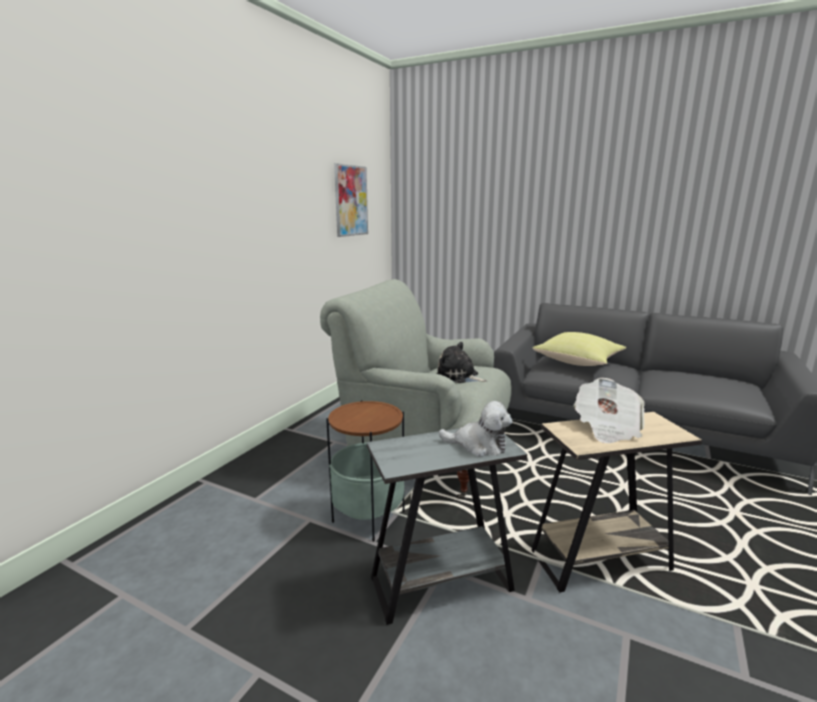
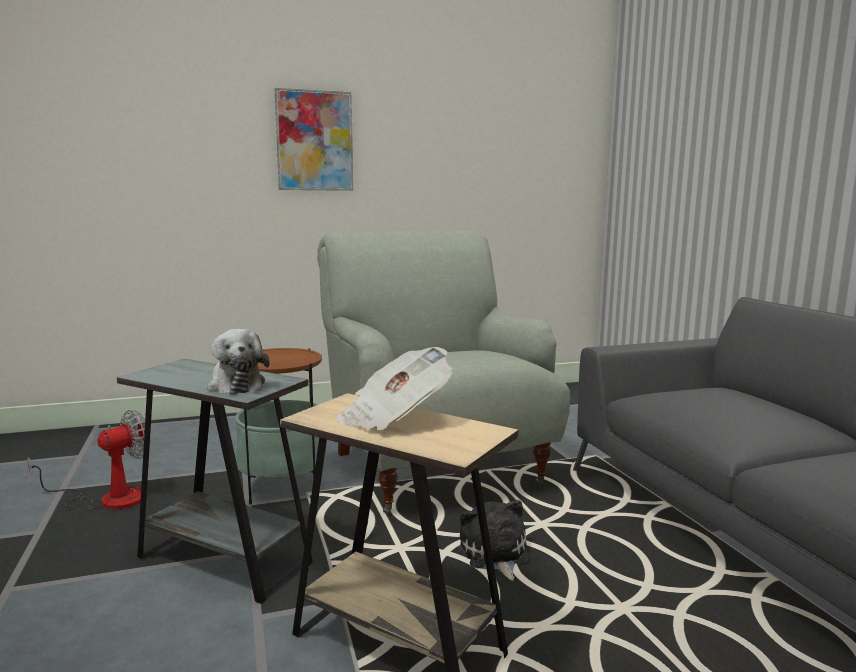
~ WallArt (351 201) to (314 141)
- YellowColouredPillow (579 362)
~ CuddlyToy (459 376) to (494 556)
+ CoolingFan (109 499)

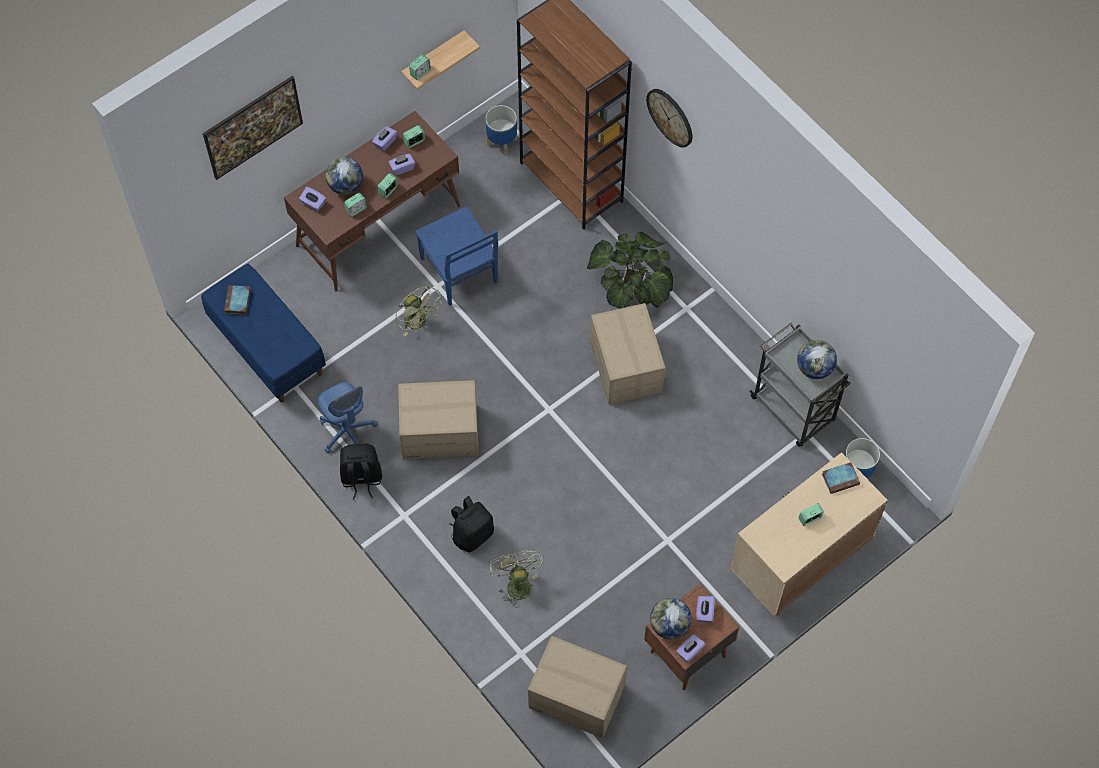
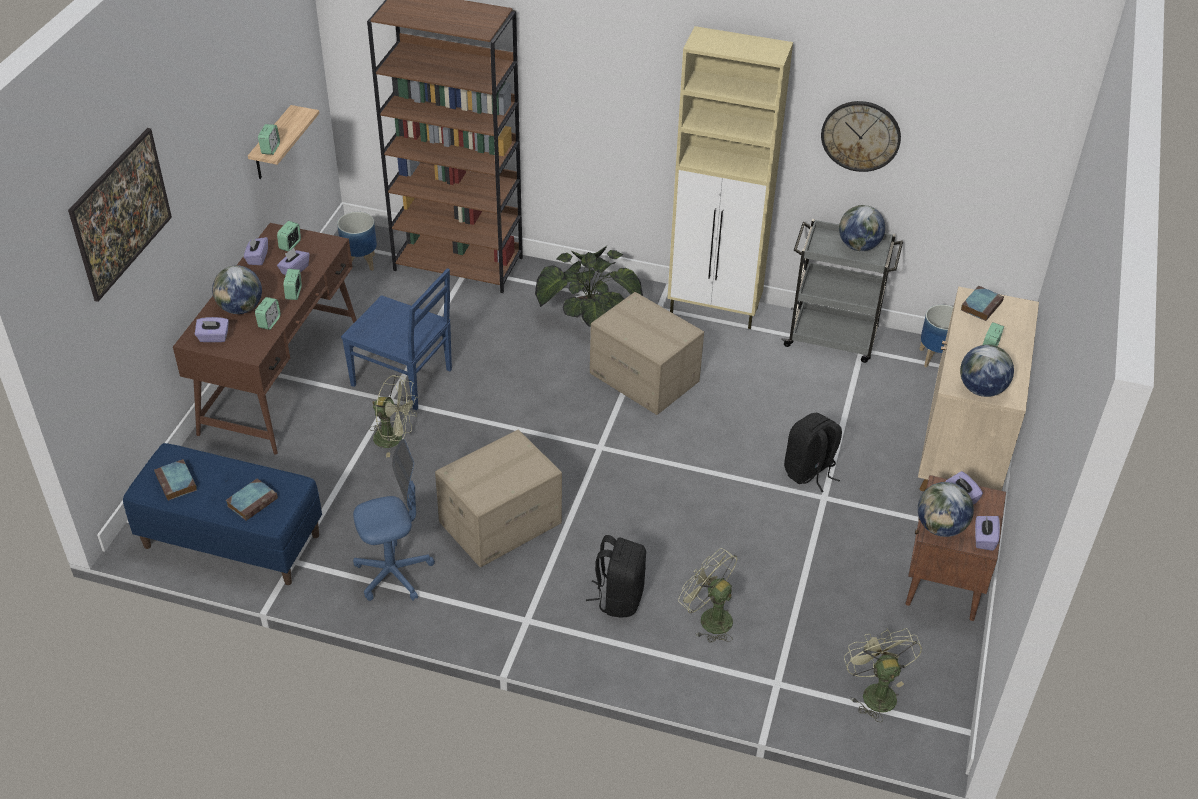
~ ClockOnTheWall (670 117) to (861 135)
~ BluishComputerChair (347 432) = (393 574) 45 degrees counterclockwise
~ BlackColouredKnapsack (361 478) to (809 472)
~ CardboardBox (576 697) to GreenColouredCoolingFan (875 692)
+ SandColouredCupboard (715 310)
+ Globe (981 389)
+ Volume (253 501)

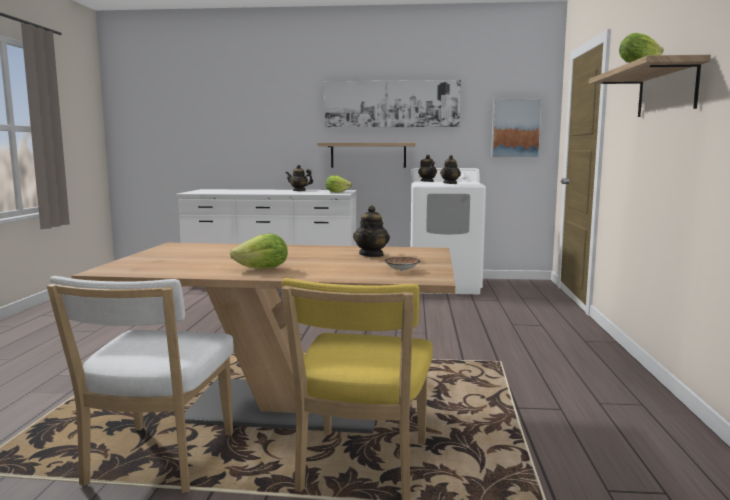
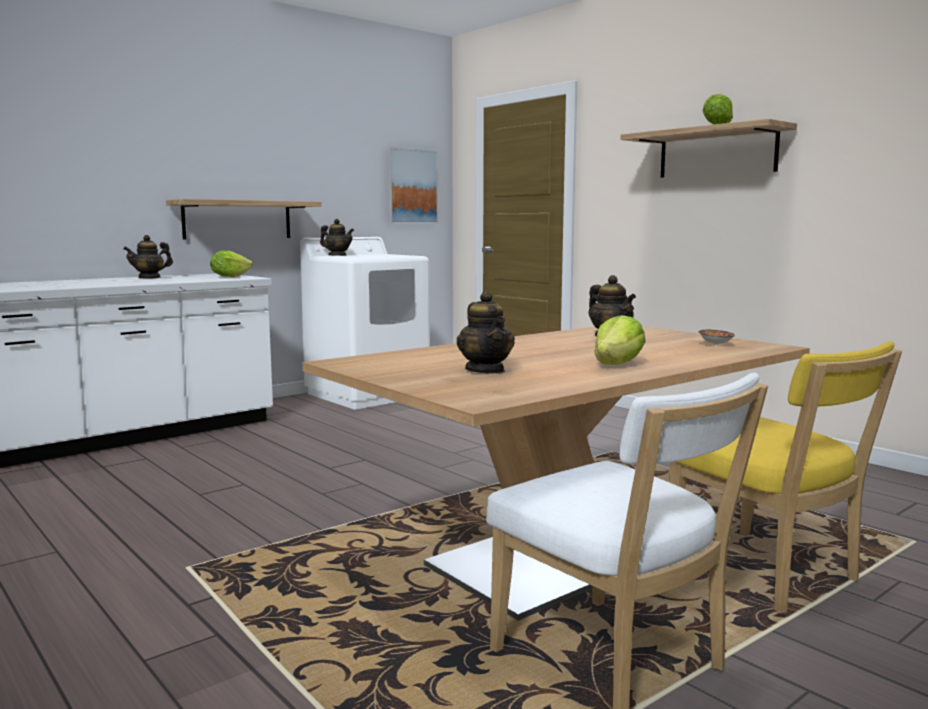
- WallArt (392 104)
~ Teapot (450 183) to (485 370)

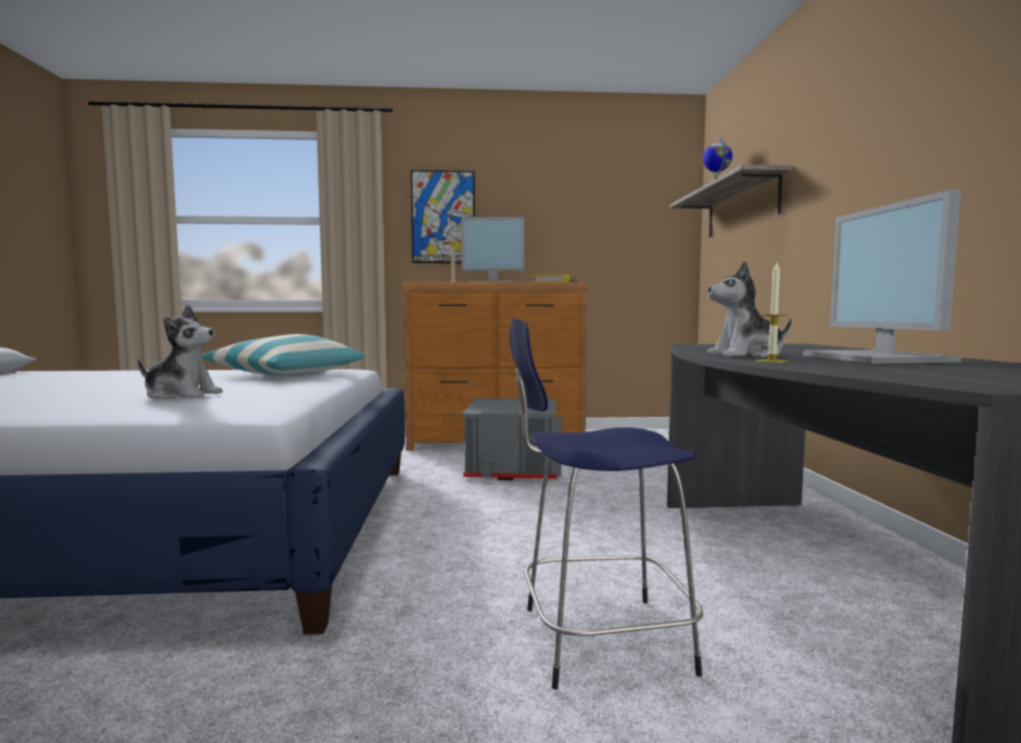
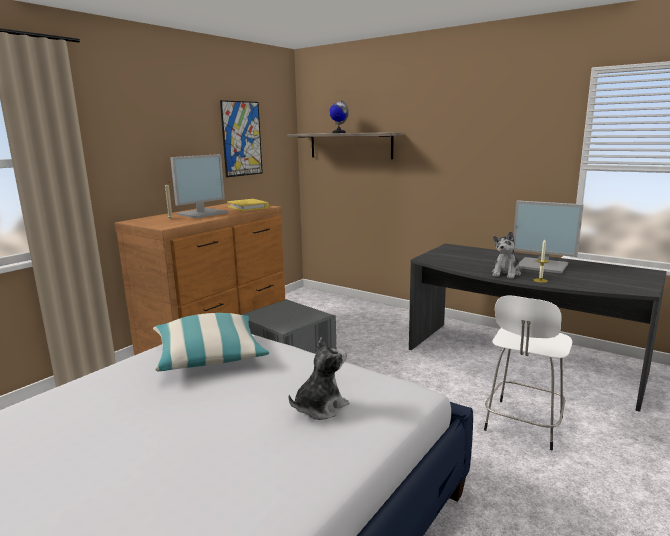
~ WallArt (443 217) to (242 139)
~ BluishSittingStool (598 639) to WhitishSittingStool (523 425)

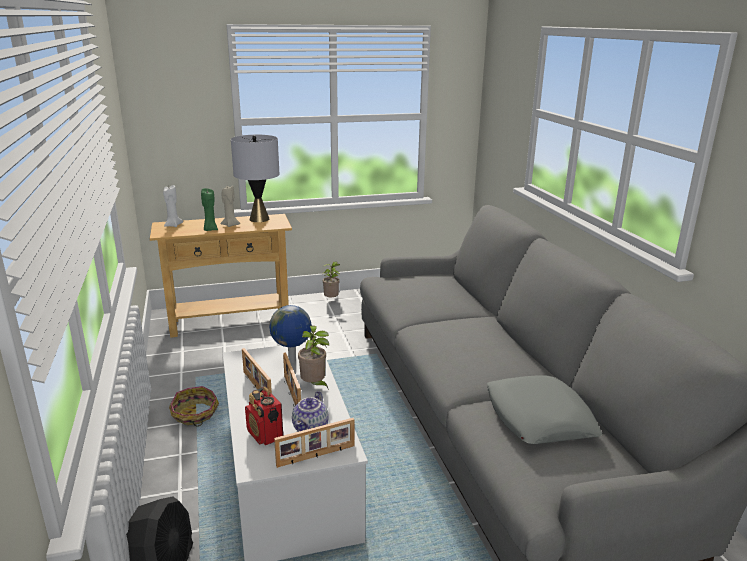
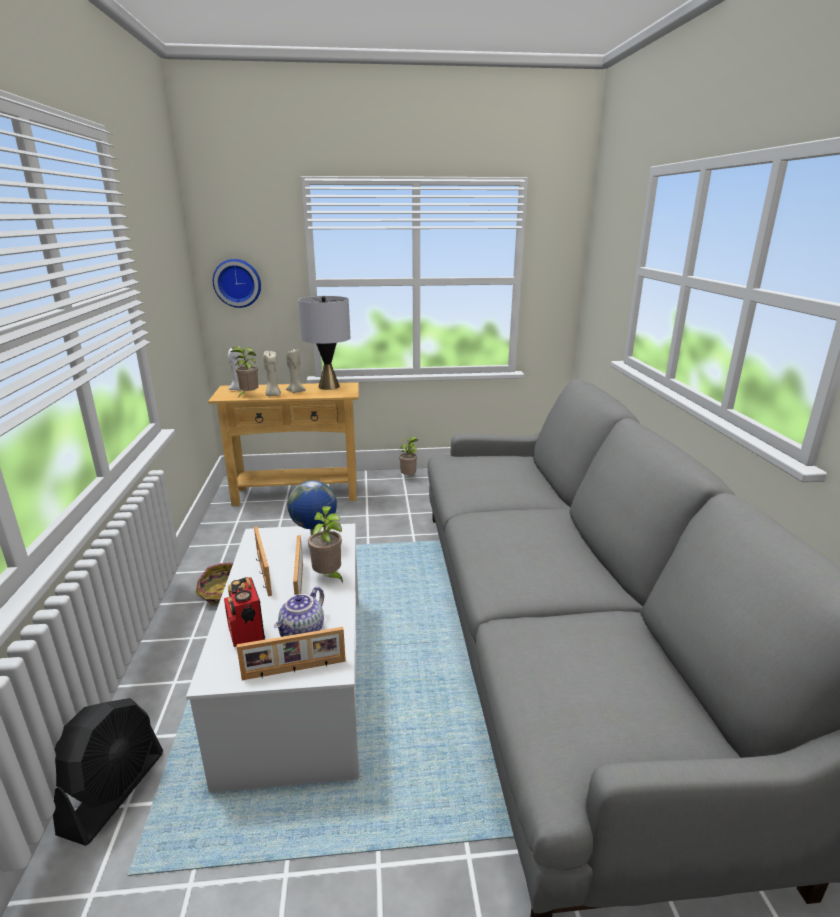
~ GreenColouredCandle (210 229) to SandColouredCandle (273 395)
- GrayPillow (539 418)
+ ClockOnTheWall (237 283)
+ PlantInAPot (248 395)

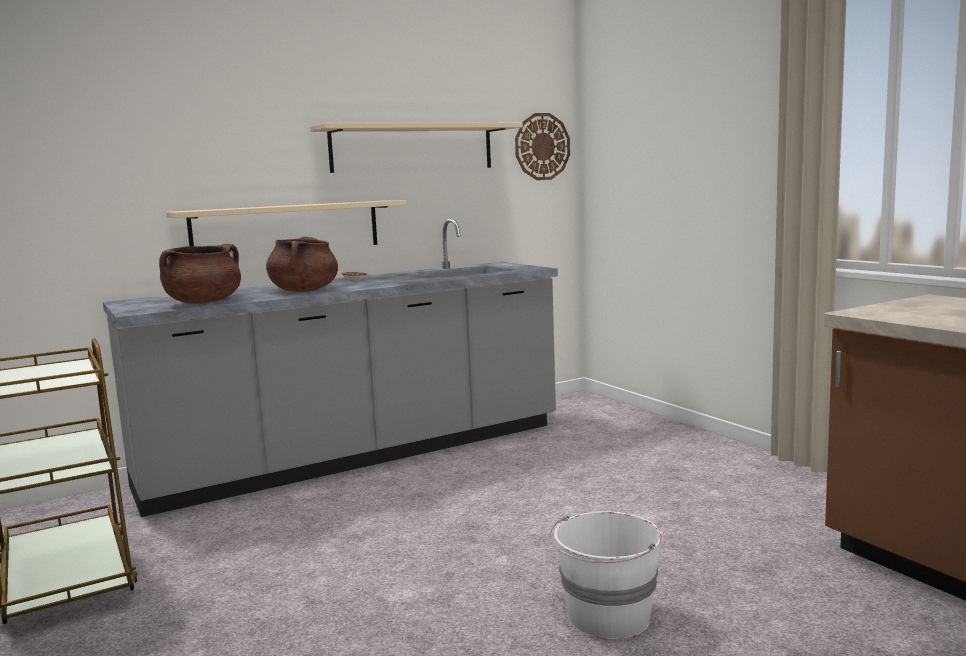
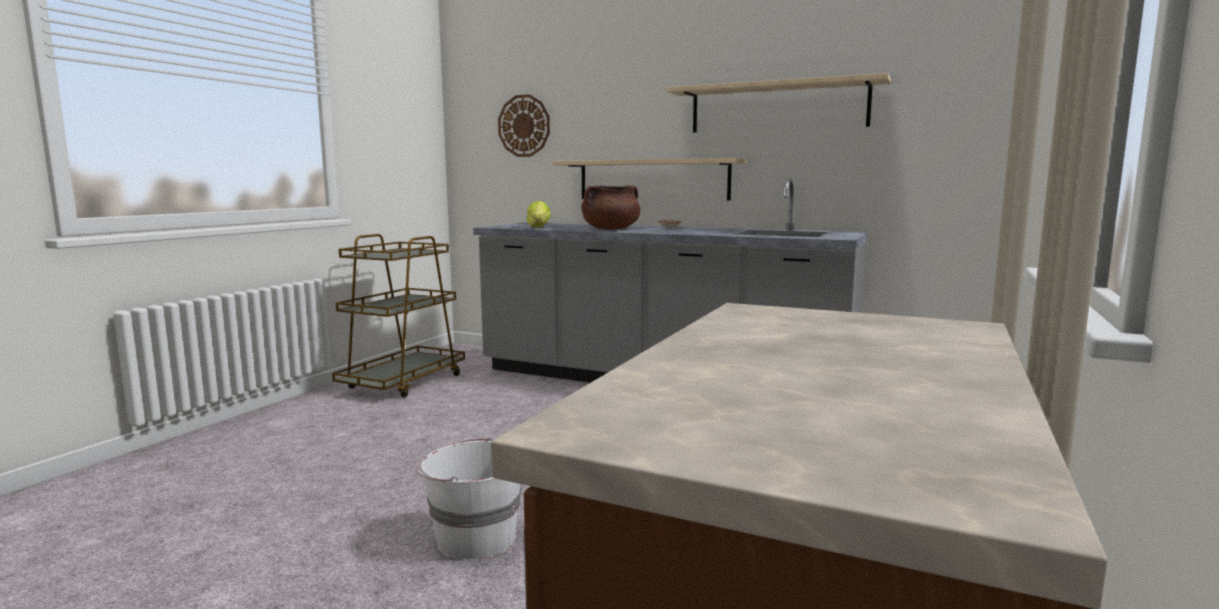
~ ClockOnTheWall (542 146) to (524 126)
~ BrownColouredStockpot (204 302) to LettuceHead (538 227)

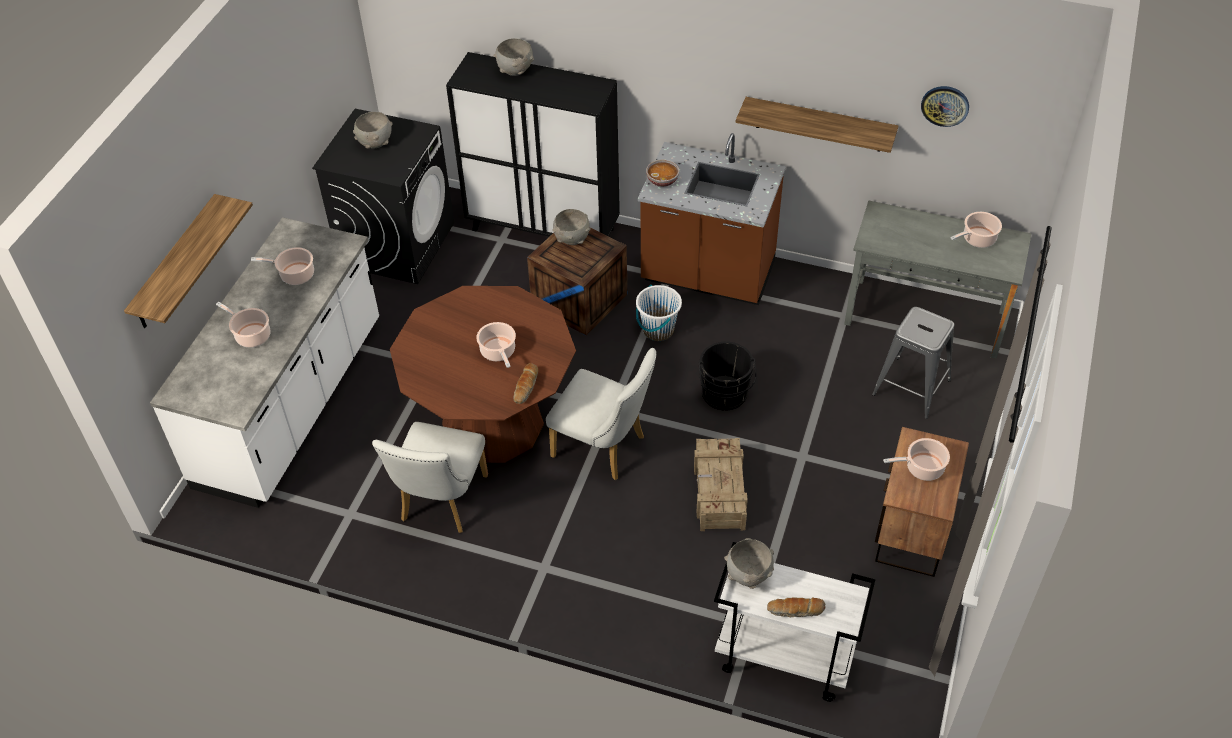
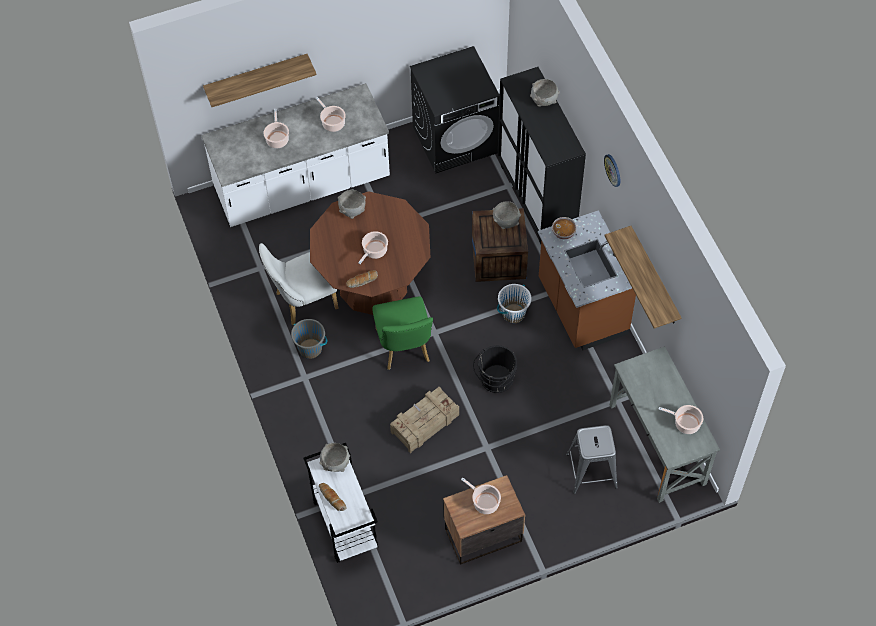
~ ClockOnTheWall (945 105) to (613 170)
~ GrayDeepDish (375 143) to (352 211)
~ WhitishUprightChair (604 448) to GreenColouredUprightChair (404 349)
+ GrayPail (310 348)

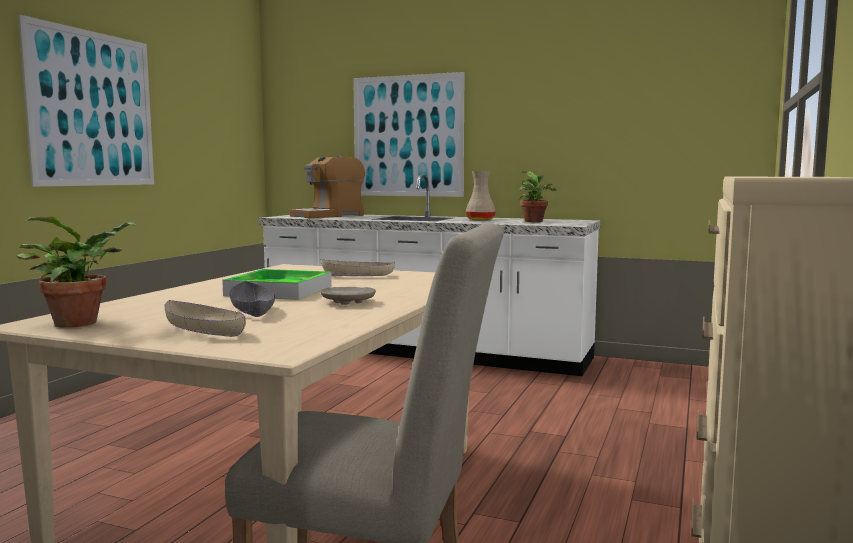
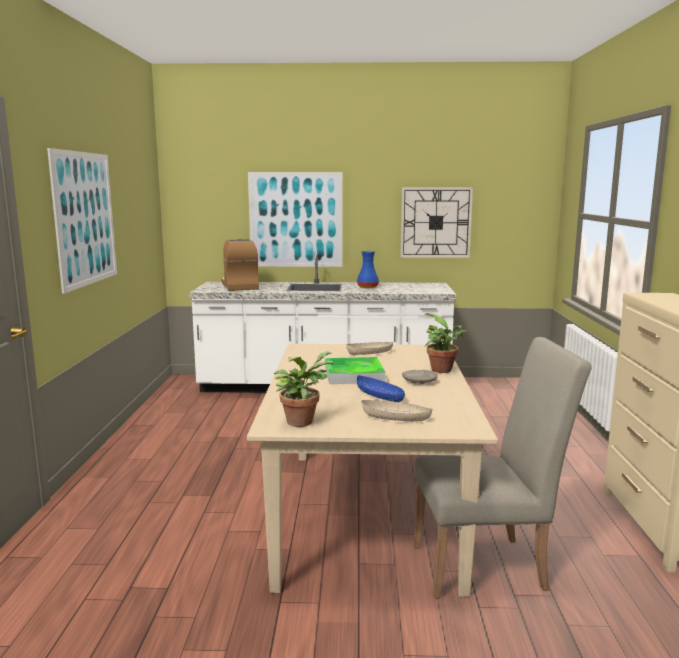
~ CoffeeBrewer (329 216) = (239 286) 135 degrees clockwise
~ SandColouredDecorativeVase (480 220) to BluishDecorativeVase (367 287)
~ PlantInAPot (535 221) to (444 370)
~ GrayDeepDish (252 310) to BluishDeepDish (380 396)
+ ClockOnTheWall (435 222)

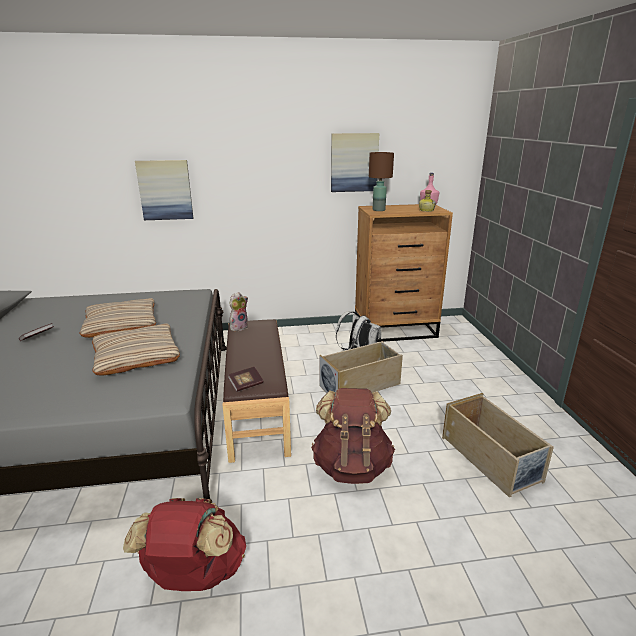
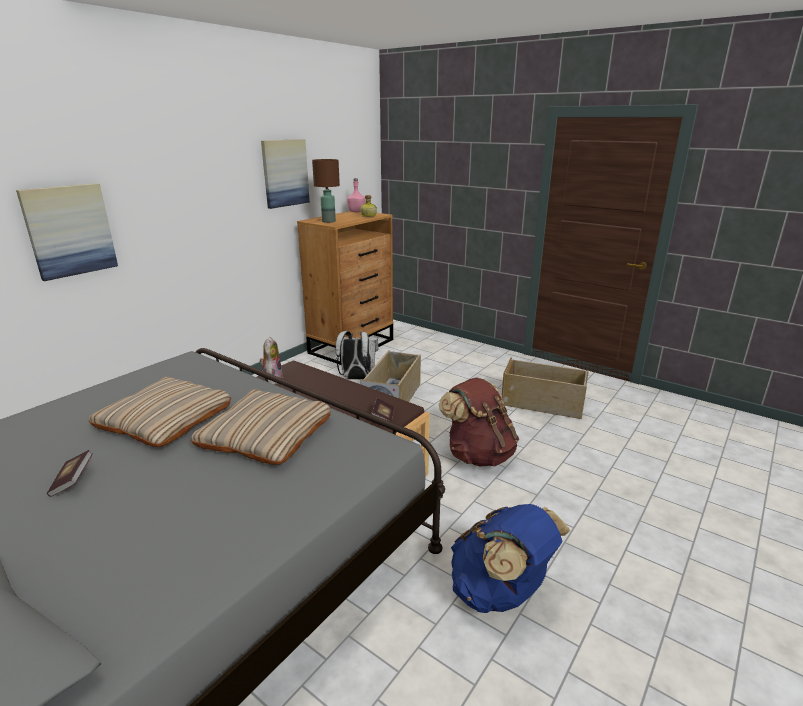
~ ReddishKnapsack (194 575) to BluishKnapsack (500 592)

